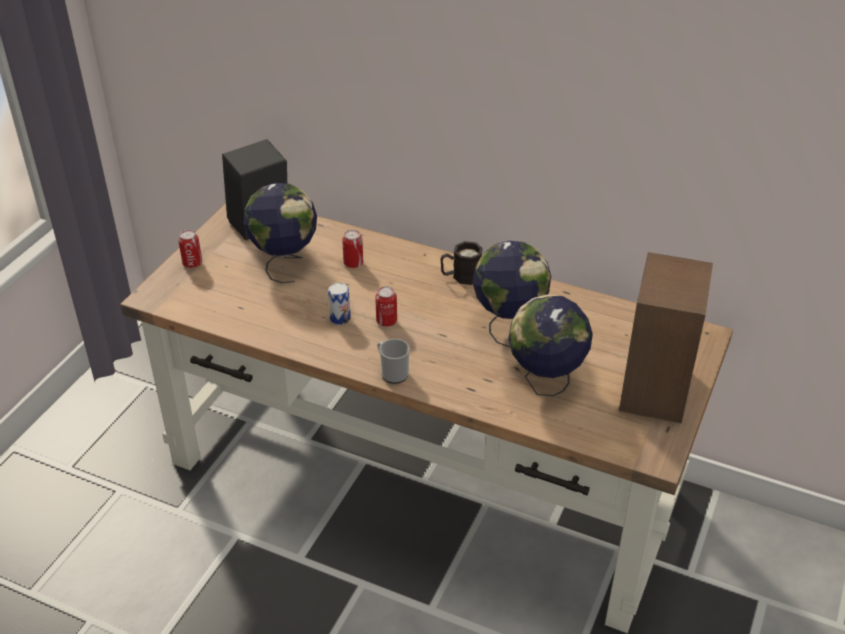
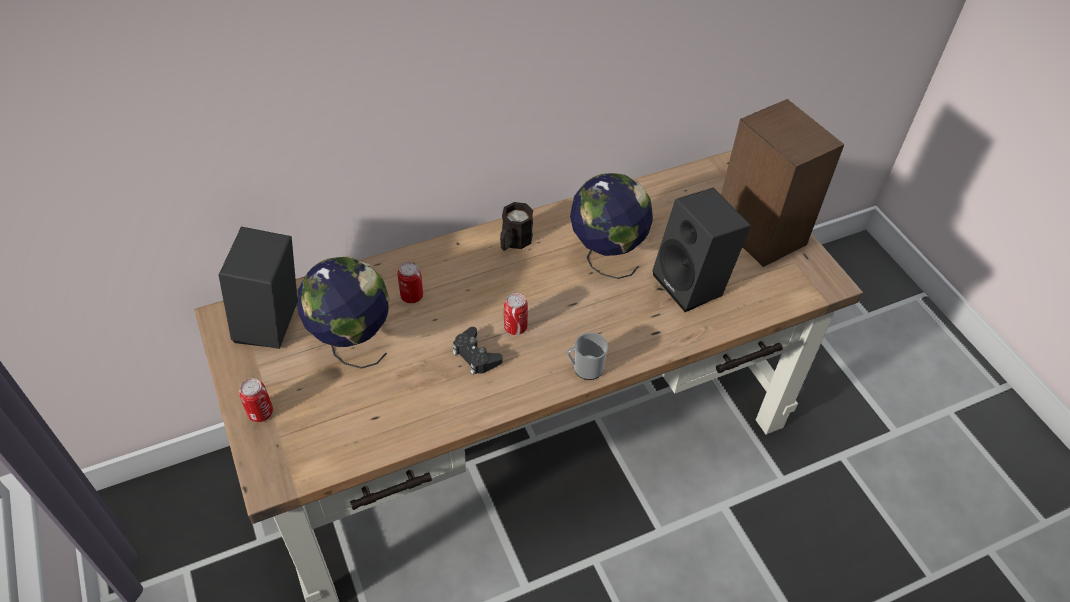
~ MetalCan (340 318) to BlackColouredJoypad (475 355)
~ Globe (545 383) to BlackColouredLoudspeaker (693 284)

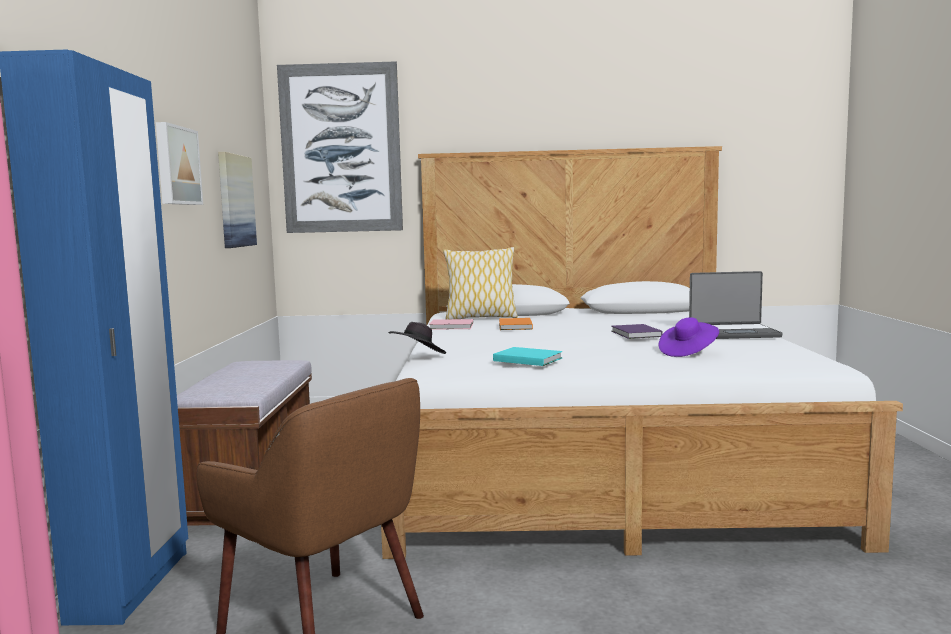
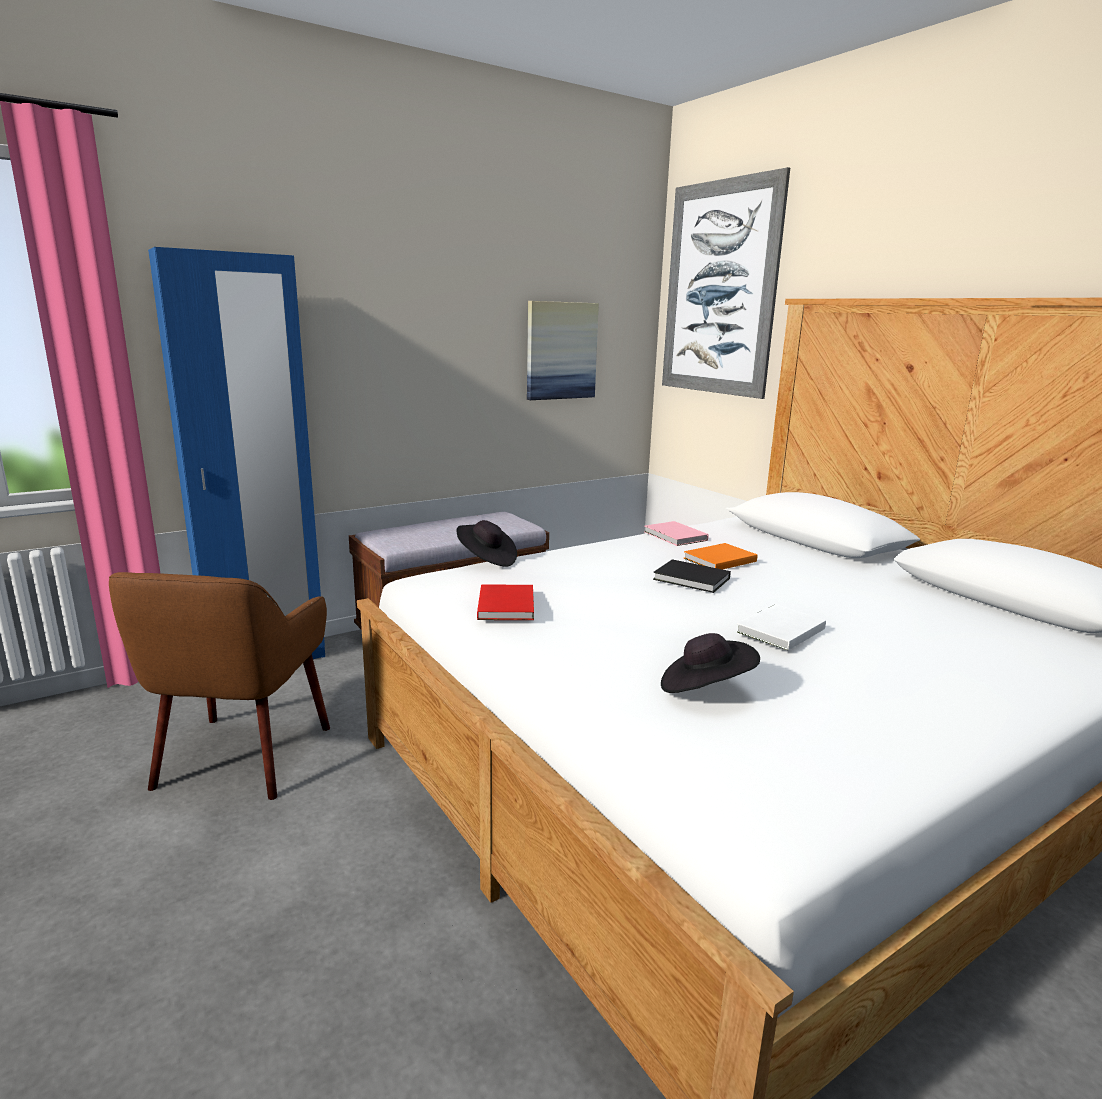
- WallArt (176 166)
- Pillow (480 318)
- PortableComputer (733 333)
~ PurpleColouredClothingHat (688 352) to BlackColouredClothingHat (704 689)
~ PurpleColouredVolume (635 334) to WhitishVolume (778 630)
~ TurquoiseColouredVolume (526 359) to ReddishVolume (507 605)
+ BlackColouredVolume (693 579)

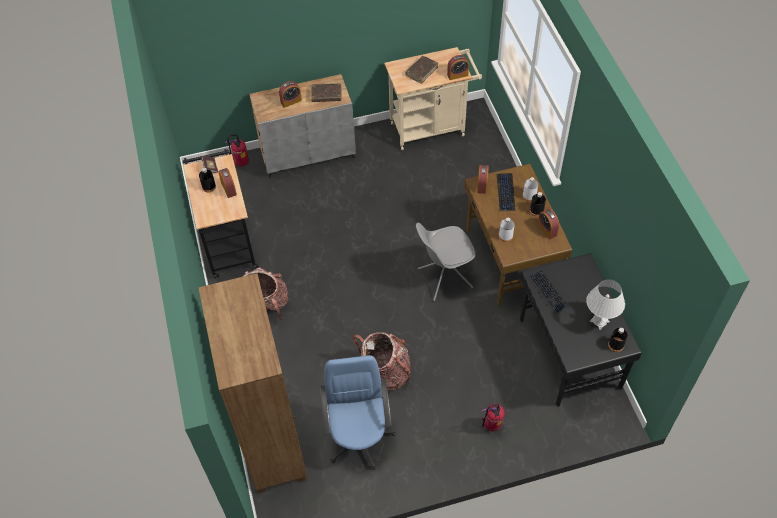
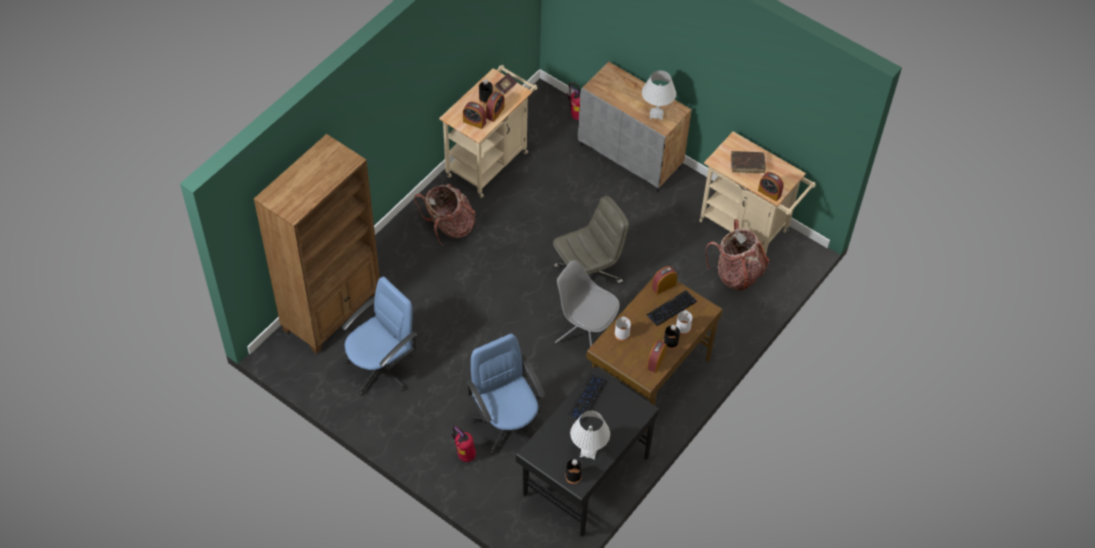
~ AlarmClock (291 101) to (474 122)
~ BrownColouredVolume (326 95) to WhitishTabletopLamp (656 114)
~ BlackColouredWheeledCart (228 241) to SandColouredWheeledCart (490 160)
~ Knapsack (385 373) to (737 274)
+ GrayComputerChair (588 274)
+ BluishComputerChair (507 424)

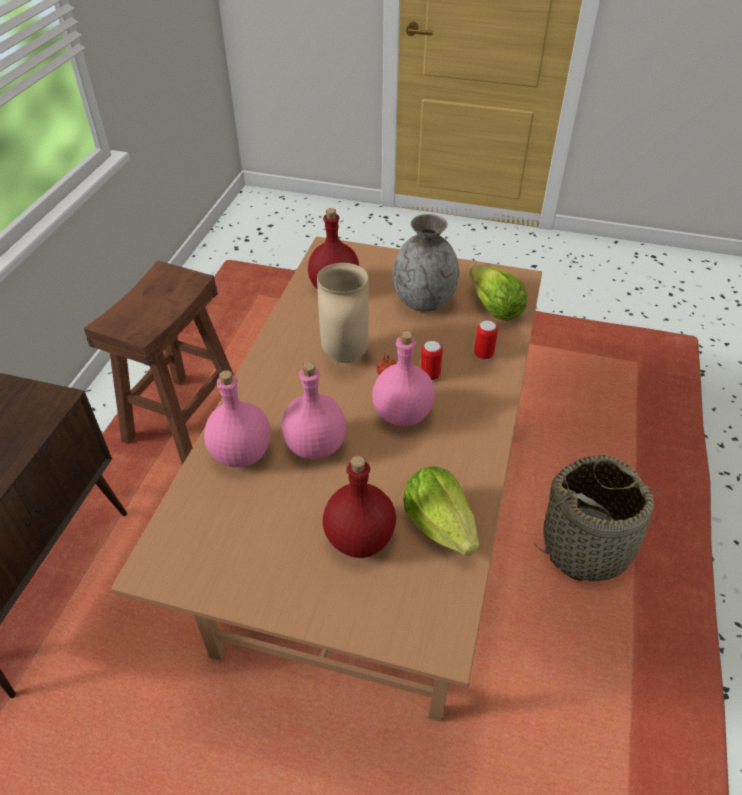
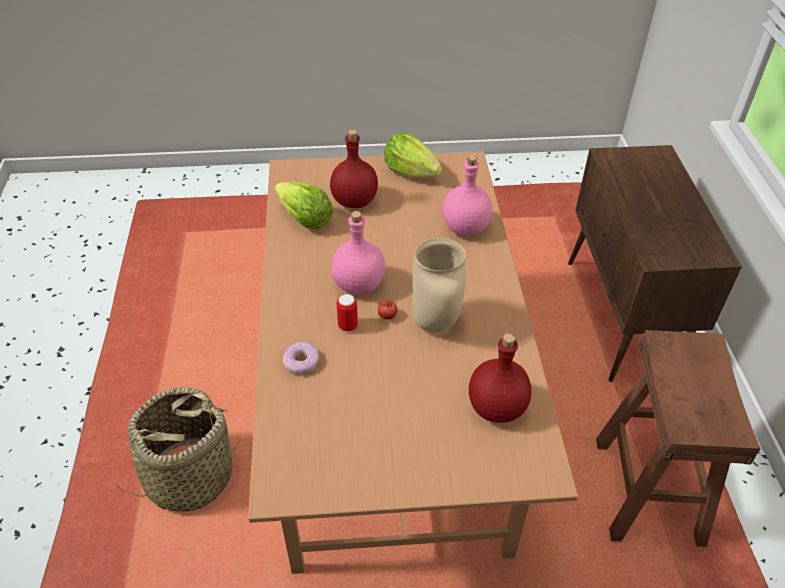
- GrayDecorativeVase (423 301)
~ LettuceHead (494 309) to (411 172)
~ MetalCan (483 354) to Donut (301 362)
- PinkDrinkBottle (315 445)

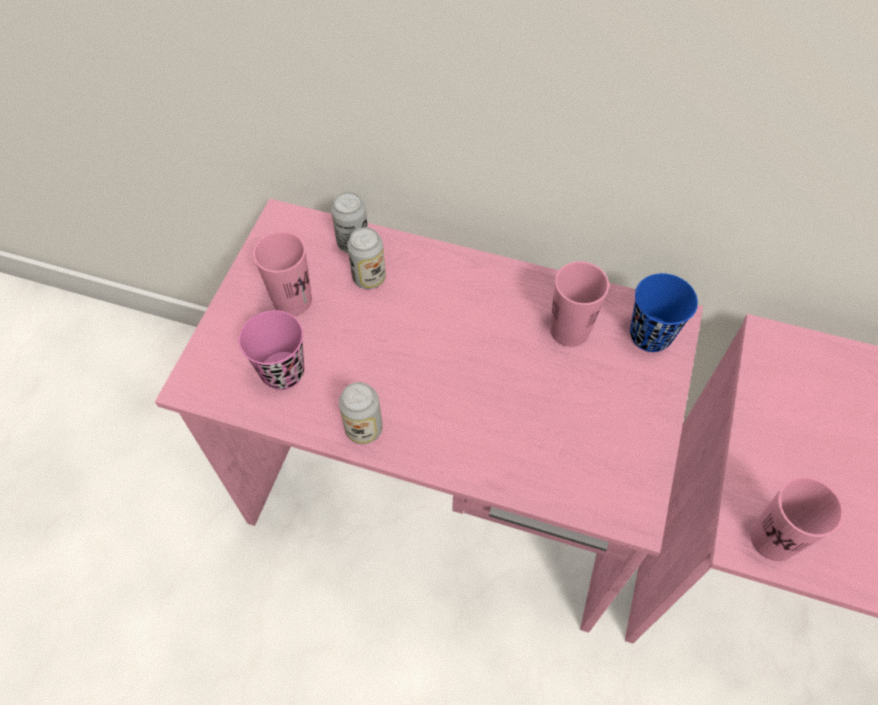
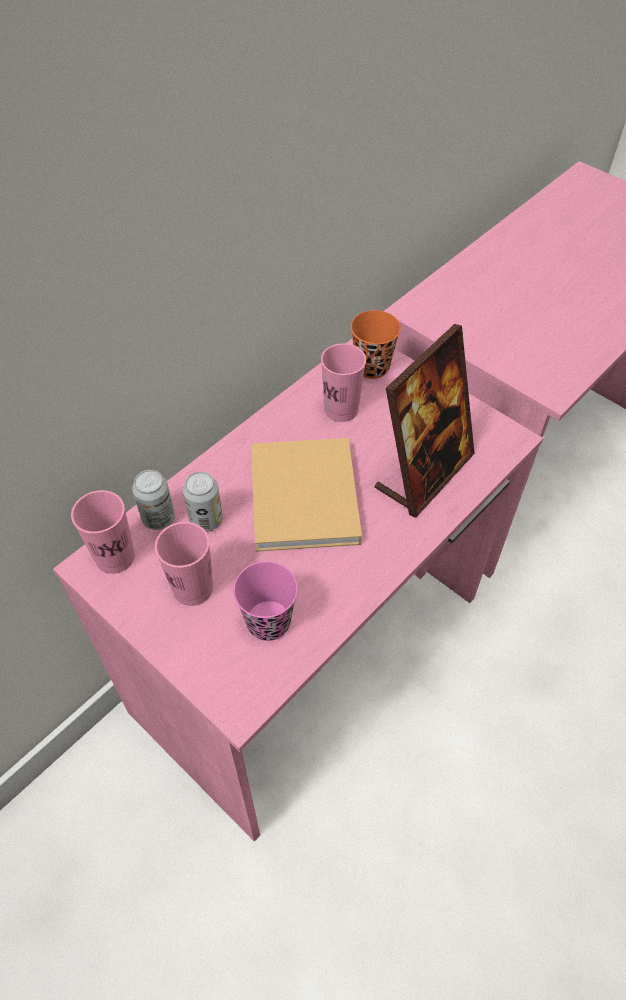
~ BluishCup (650 335) to OrangeyCup (372 367)
- MetalCan (364 429)
~ PinkCup (773 538) to (115 557)
+ PhotoFrame (424 472)
+ SandColouredVolume (304 500)

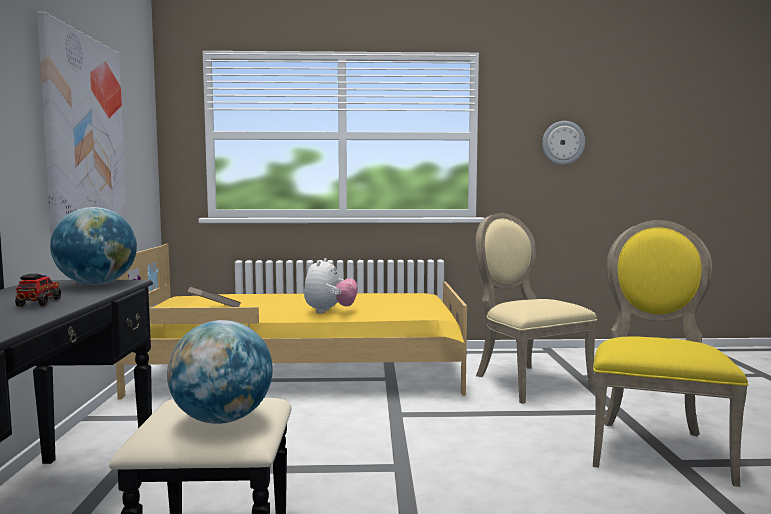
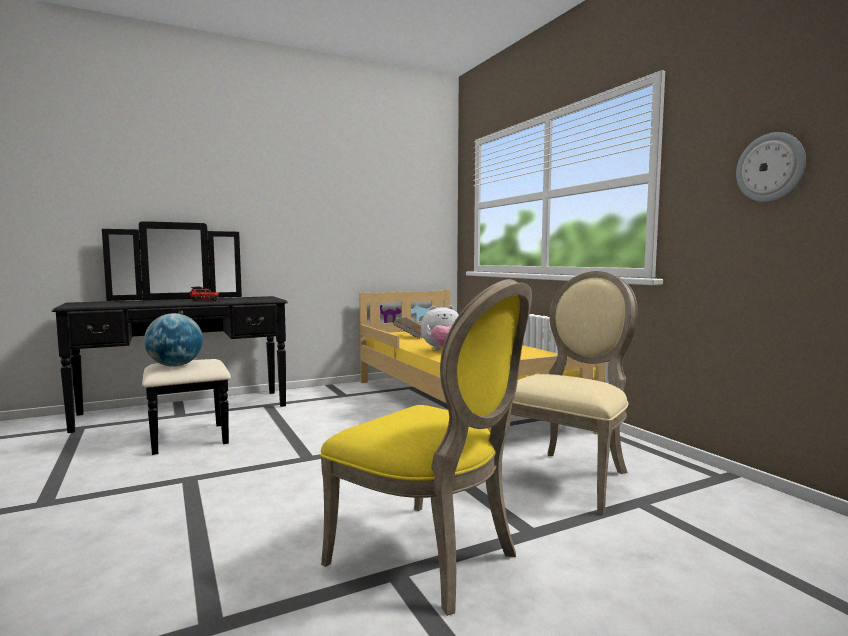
- WallArt (83 140)
- Globe (97 284)
~ YellowColouredUprightChair (655 447) = (431 558) 45 degrees clockwise

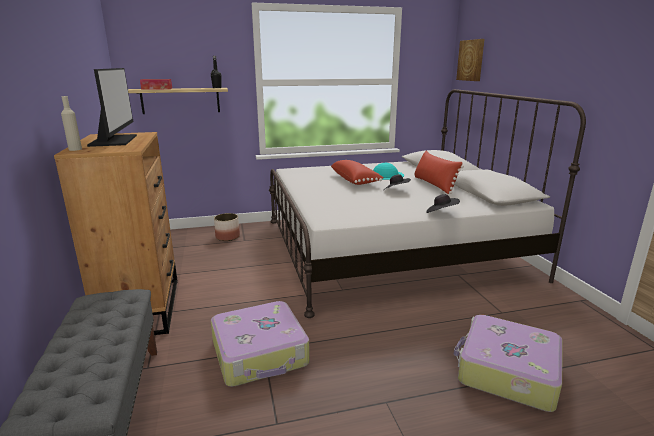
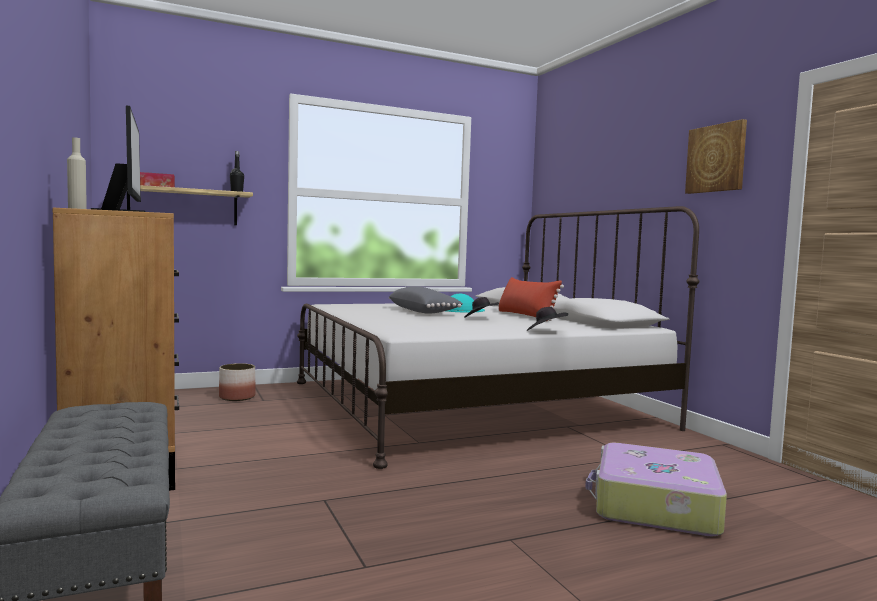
~ WallArt (471 60) to (716 158)
~ ReddishPillow (355 180) to GrayPillow (423 312)
- PieceOfLuggage (260 353)

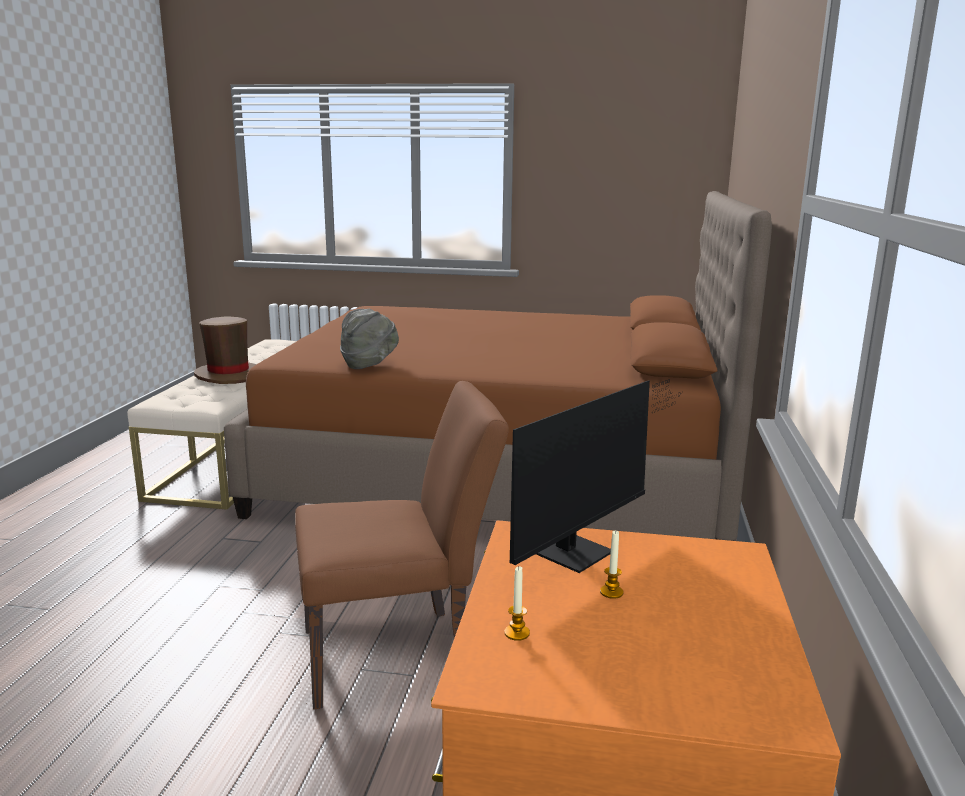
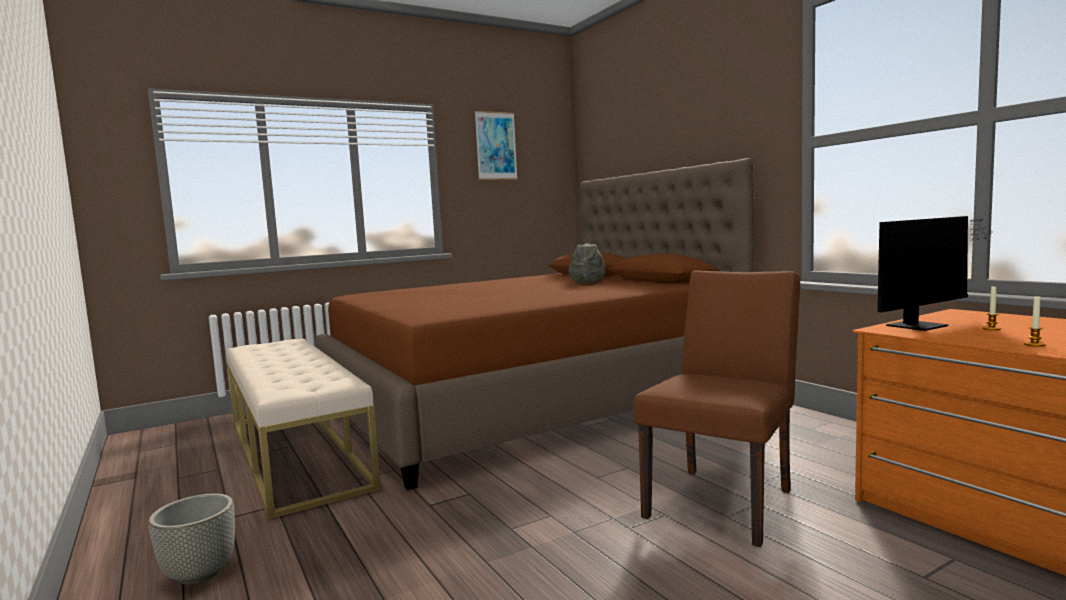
~ GrayClothingHat (369 365) to (587 282)
- BrownColouredClothingHat (229 375)
~ Monitor (582 549) = (923 325) 60 degrees clockwise
+ WallArt (496 146)
+ GrayPlantPot (199 574)

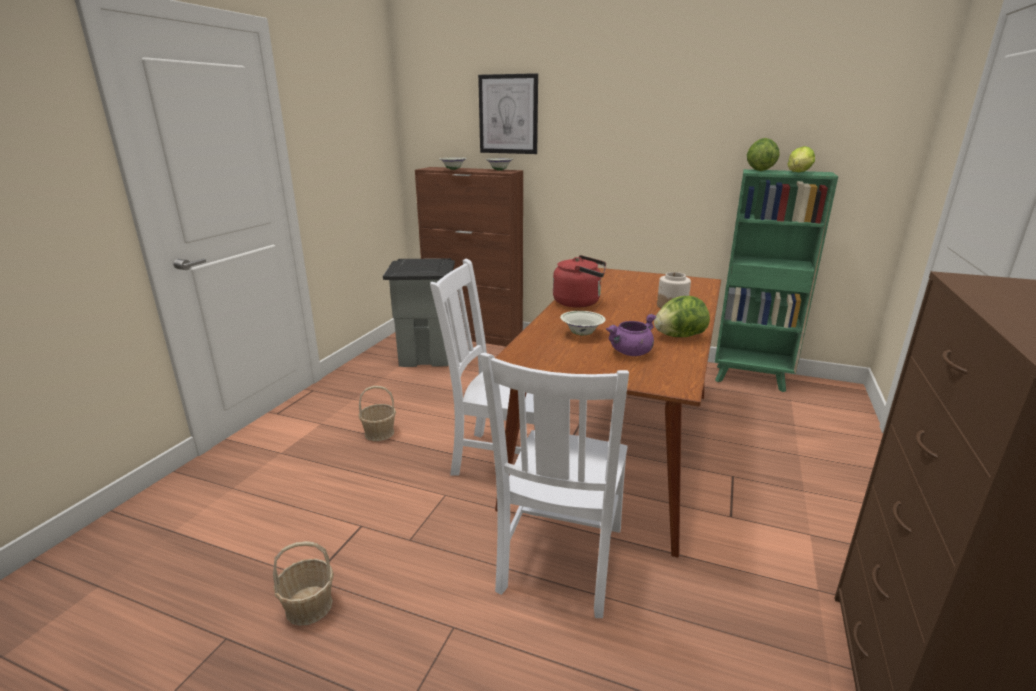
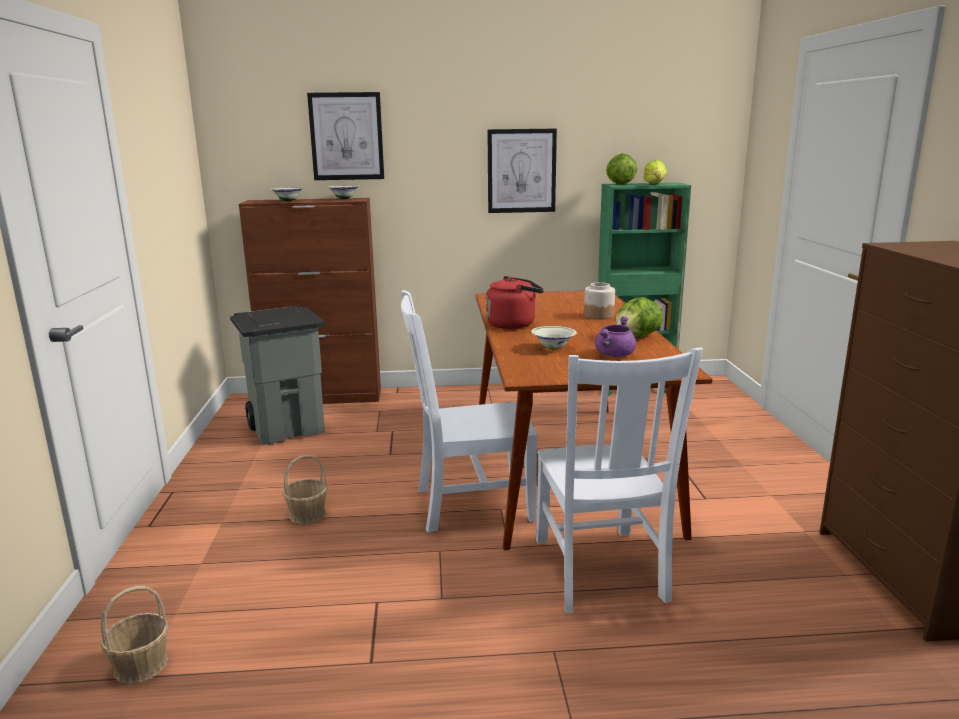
~ StorageBasket (308 606) to (140 665)
+ WallArt (521 171)

